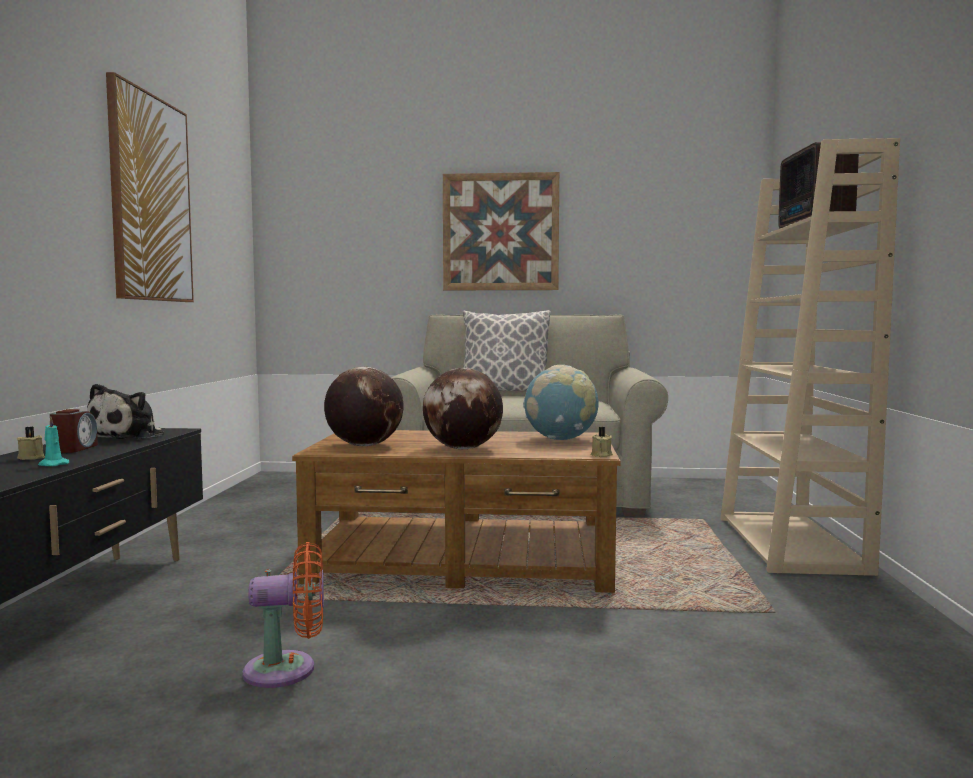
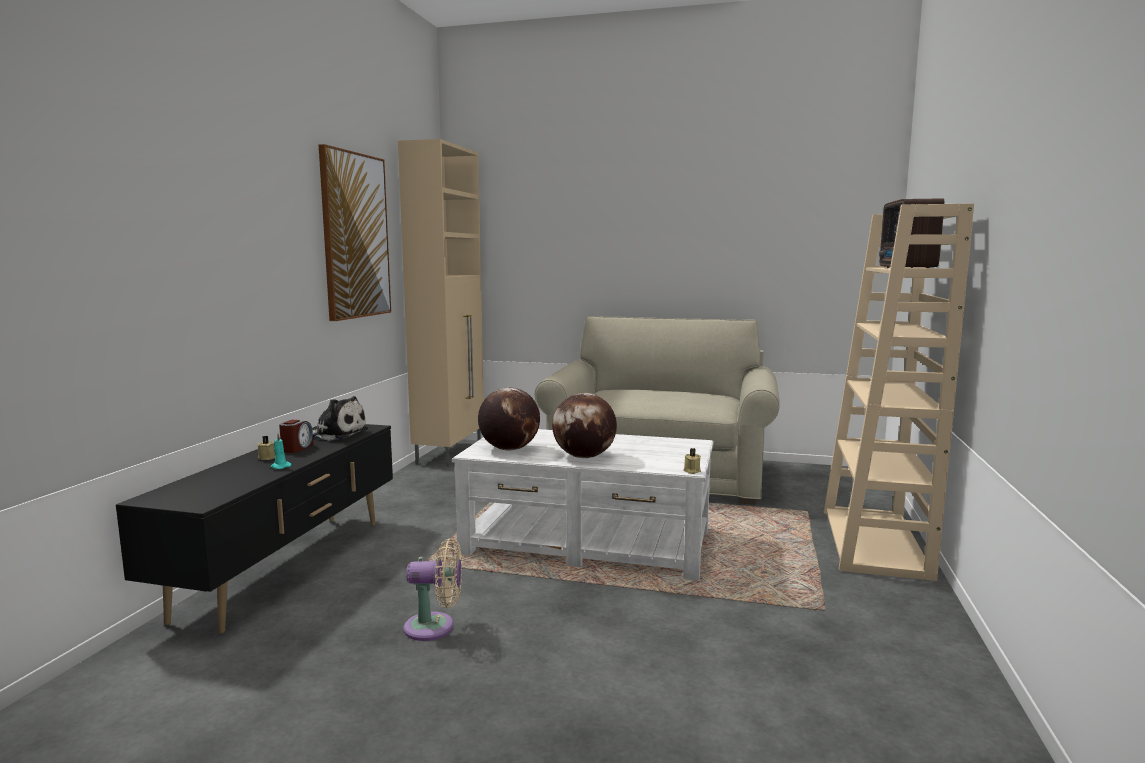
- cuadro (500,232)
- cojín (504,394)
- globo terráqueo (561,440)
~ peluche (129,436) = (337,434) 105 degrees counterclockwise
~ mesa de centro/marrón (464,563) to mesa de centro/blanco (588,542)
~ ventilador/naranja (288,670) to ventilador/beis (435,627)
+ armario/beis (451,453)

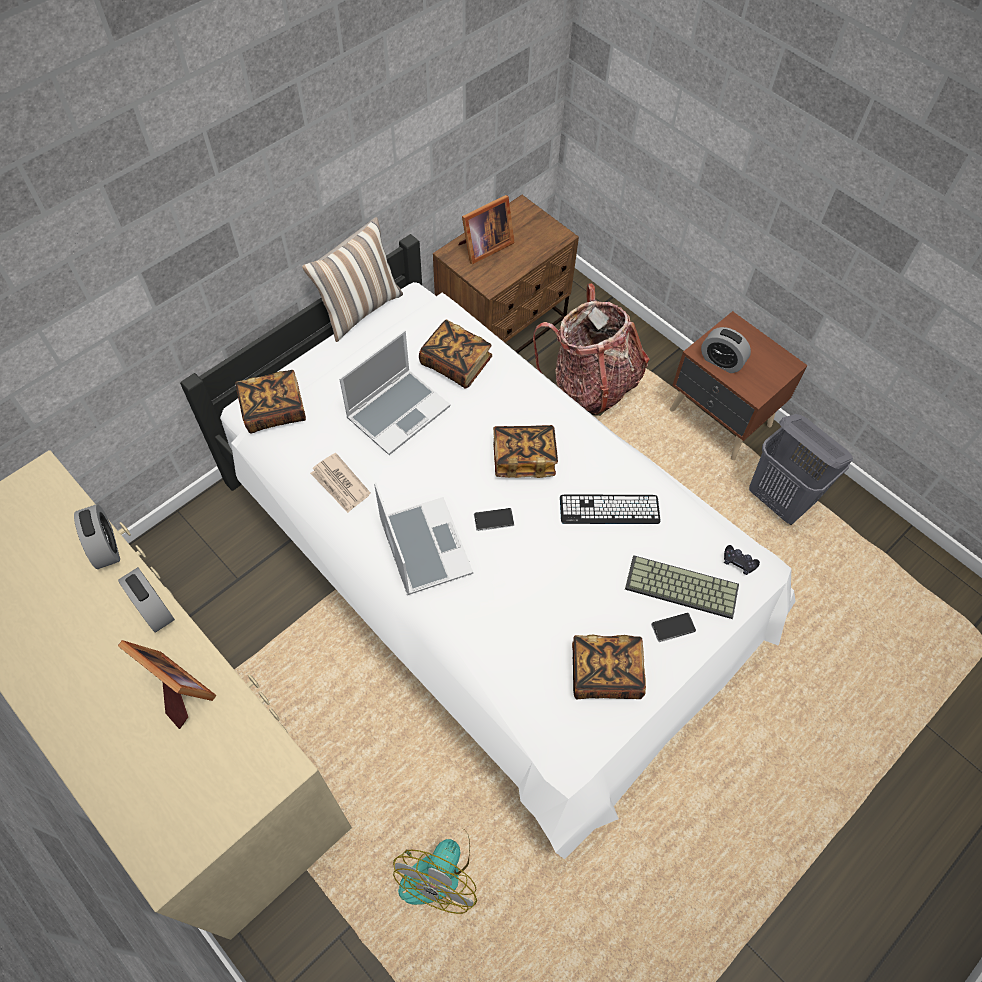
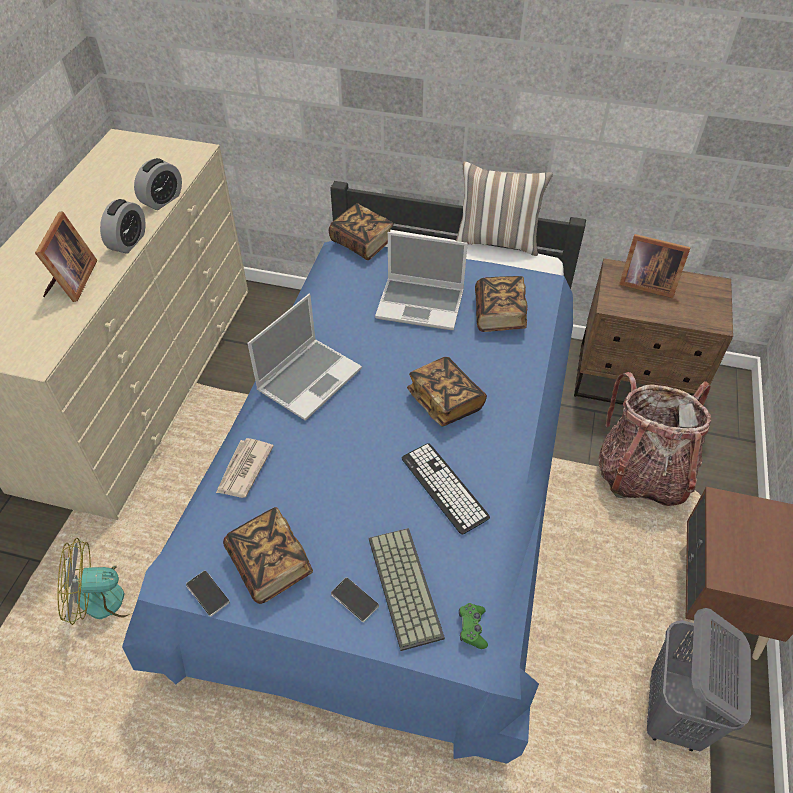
~ cama/blanco (486,567) to cama/azul (395,491)
- despertador (721,361)
~ periódico (340,484) to (243,469)
~ móvil (494,520) to (208,594)
~ mando de consola/negro (738,562) to mando de consola/verde (472,628)

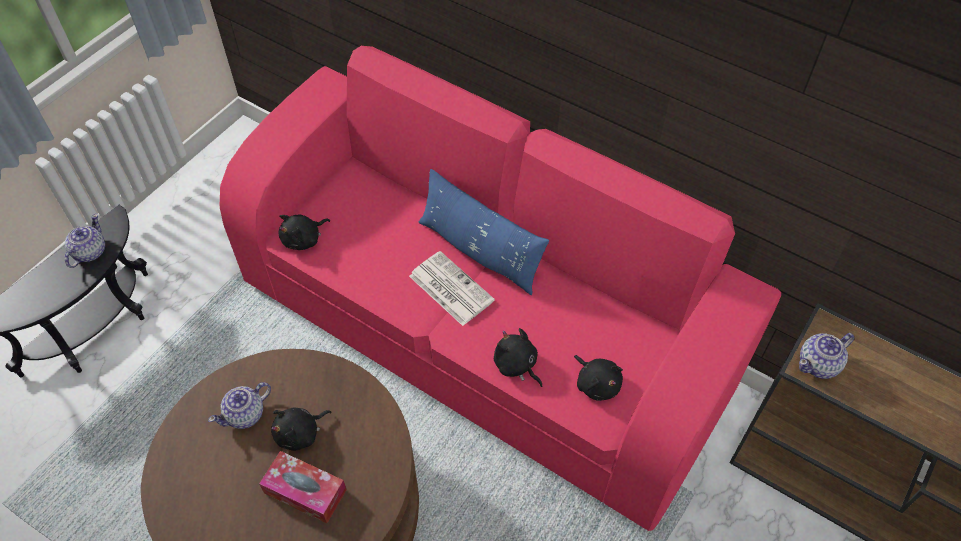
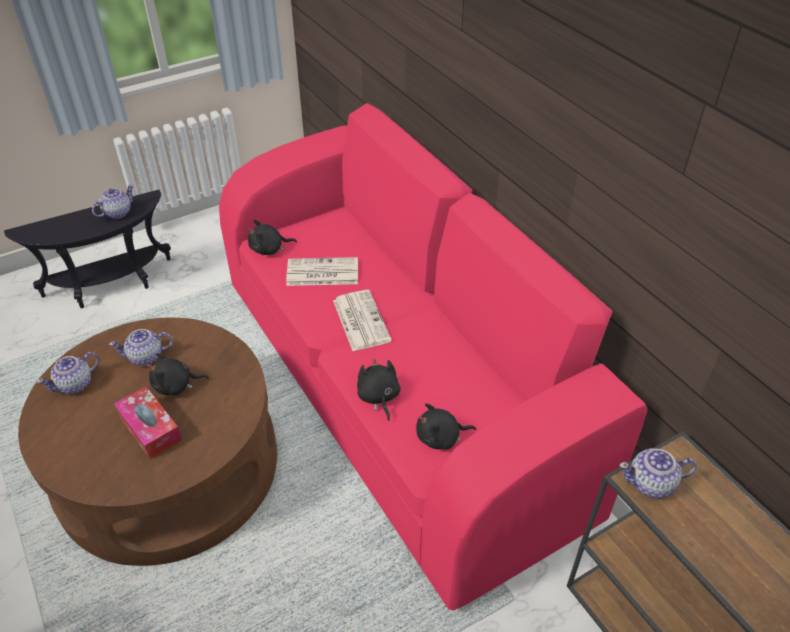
- cojín/azul (479,251)
~ peluche/negro (597,383) = (441,437) 90 degrees clockwise
+ periódico (321,273)
+ tetera (75,384)

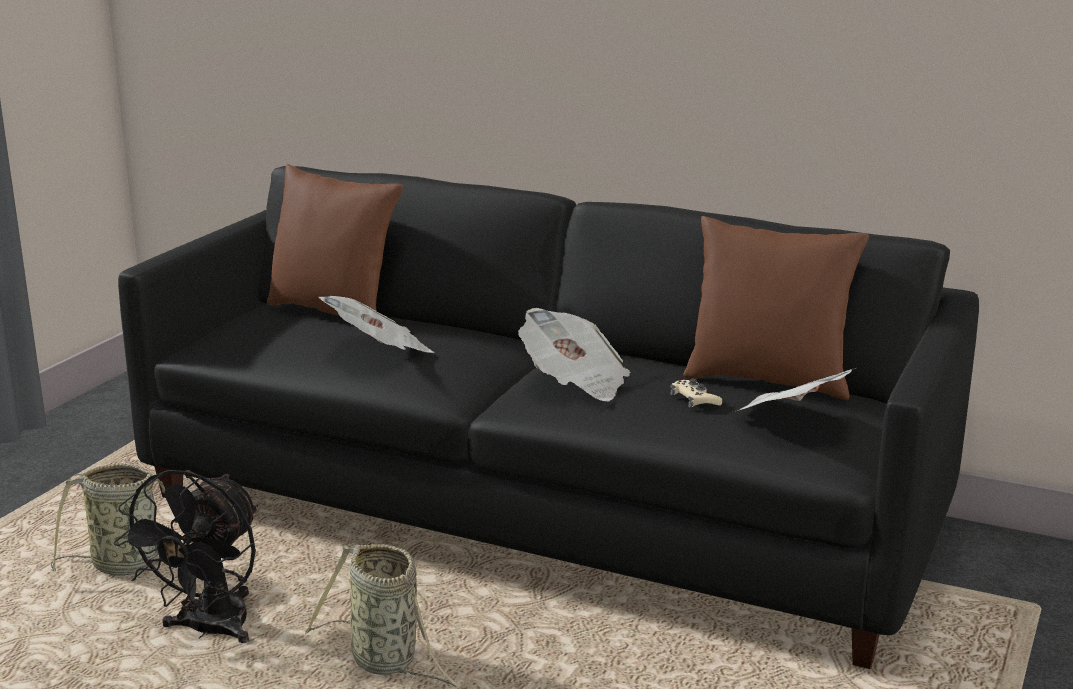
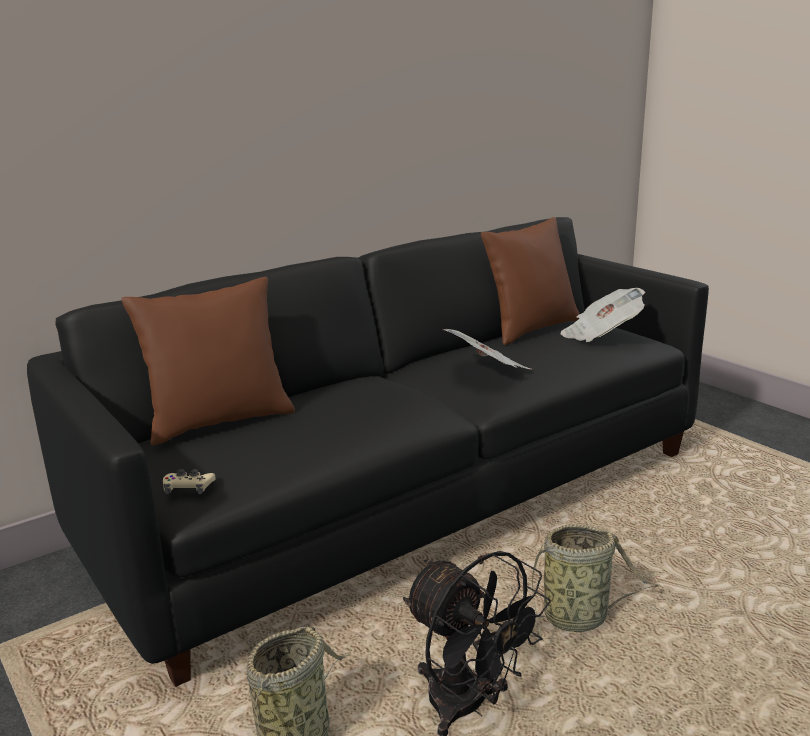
- periódico (379,352)
~ mando de consola/beis (694,399) to (188,487)

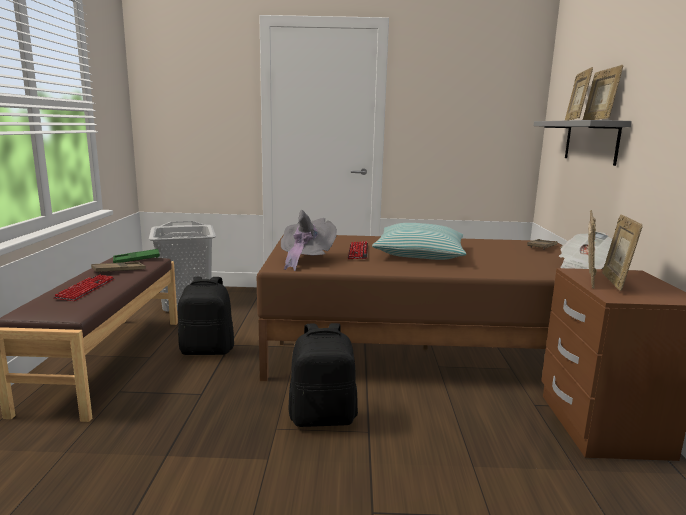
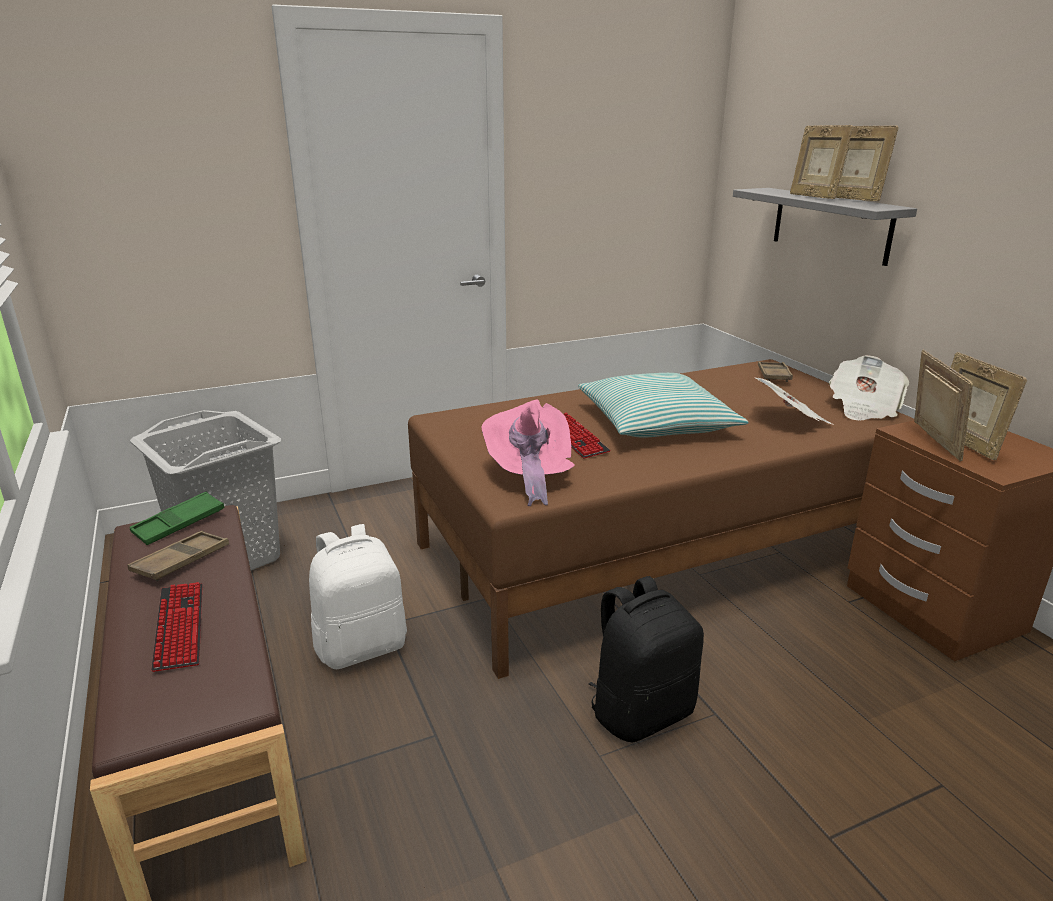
~ sombrero/gris (305,260) to sombrero/rosa (529,475)
~ mochila/negro (207,350) to mochila/blanco (362,646)
+ periódico (790,420)

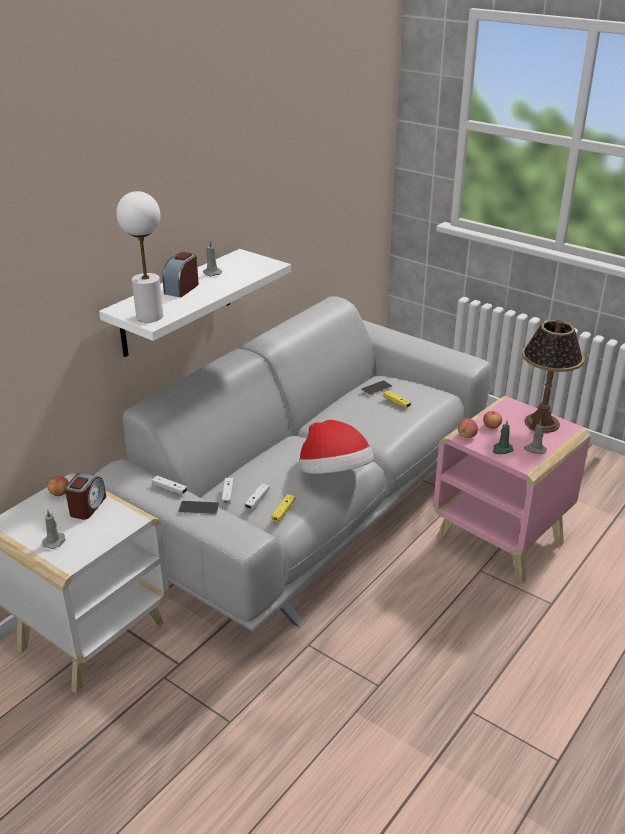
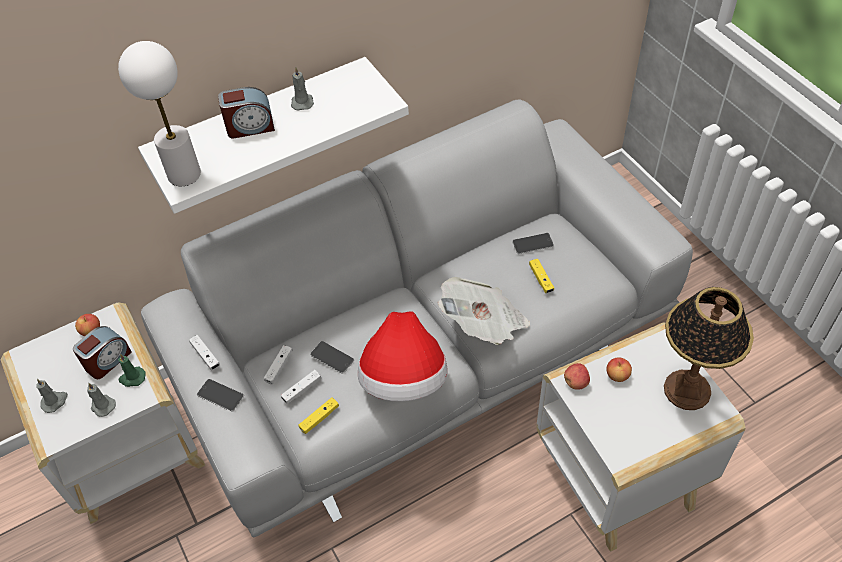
~ despertador (182,288) = (250,127) 150 degrees counterclockwise
~ mesa auxiliar/rosa (502,541) to mesa auxiliar/blanco (620,479)
~ vela/verde (502,450) to (132,378)
~ vela/gris (535,449) to (102,405)
+ periódico (484,324)
+ móvil (332,357)

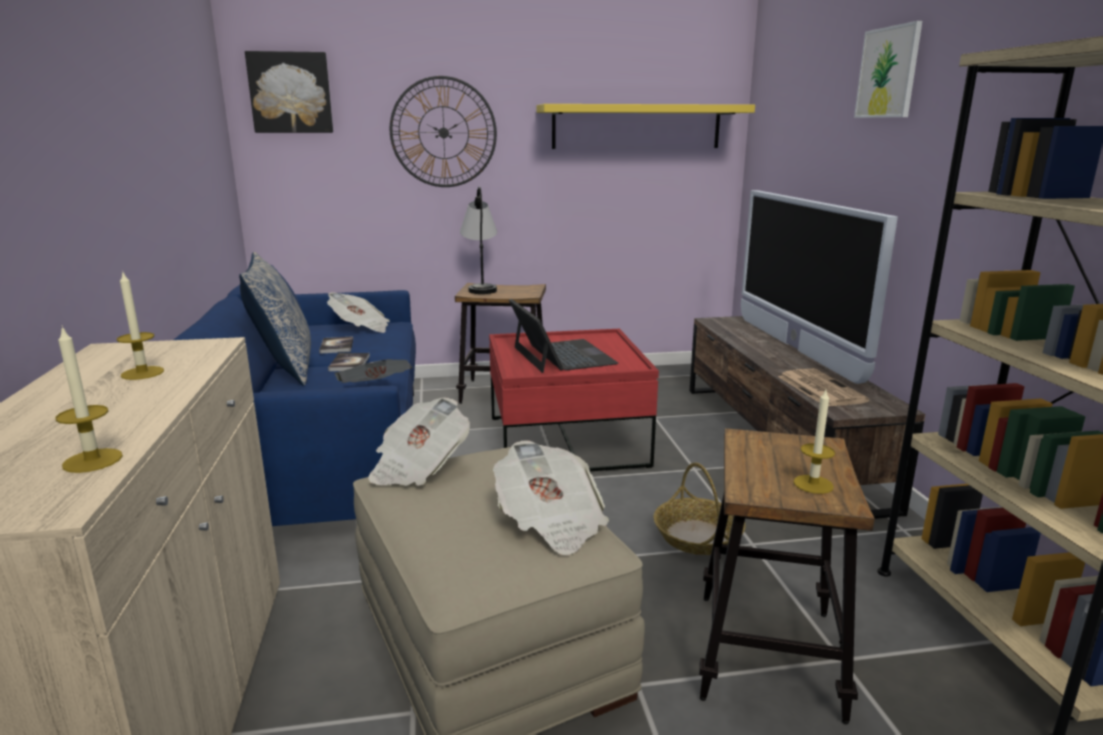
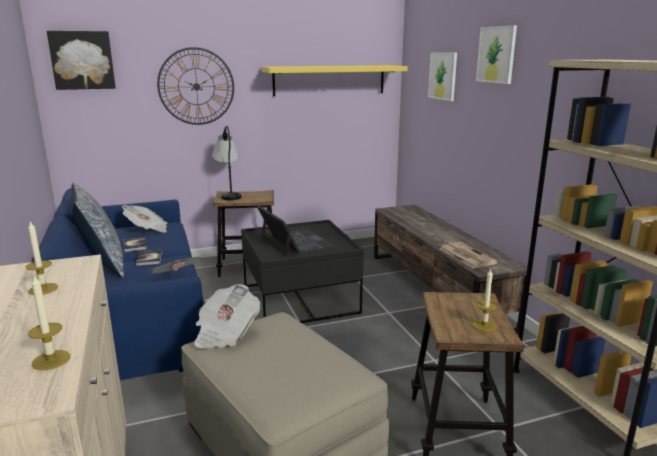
- televisor (795,348)
~ mesa de centro/rojo (566,441) to mesa de centro/negro (300,299)
- periódico (551,523)
- cesta (698,536)
+ cuadro (443,76)

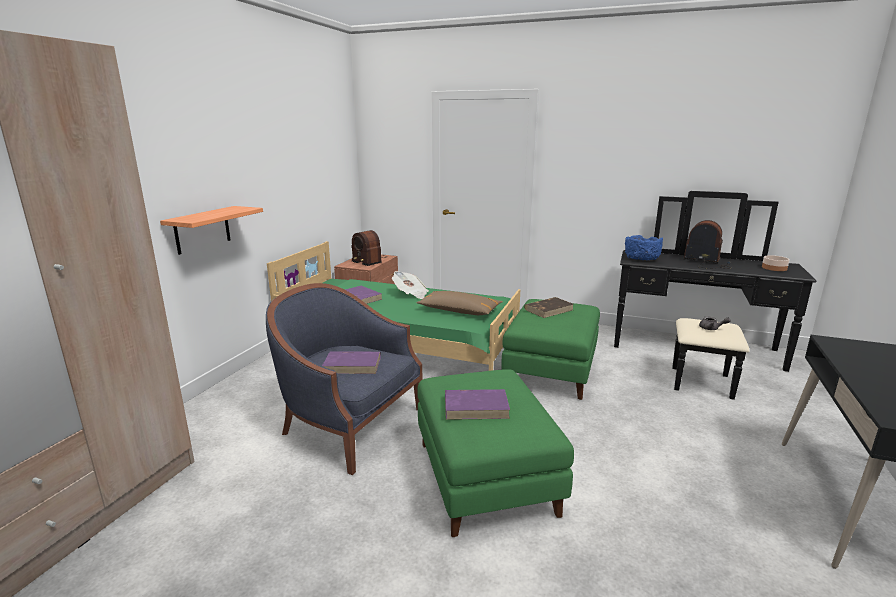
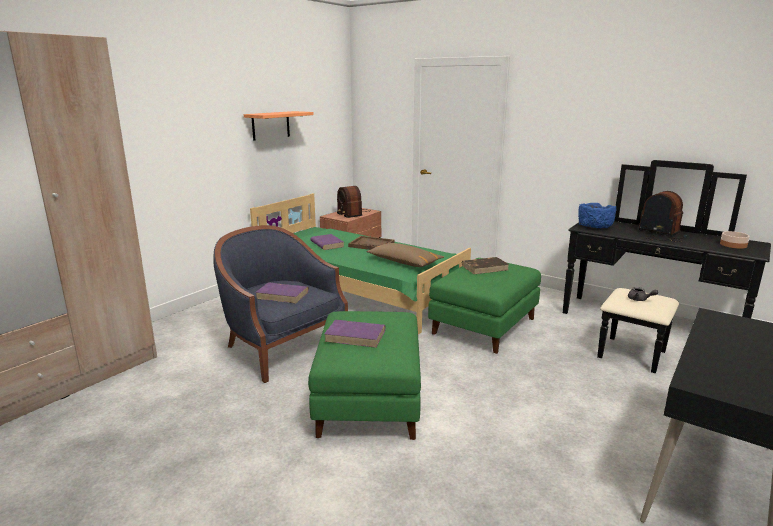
~ estante (202,229) to (270,125)
~ periódico (410,294) to bandeja/marrón (371,245)

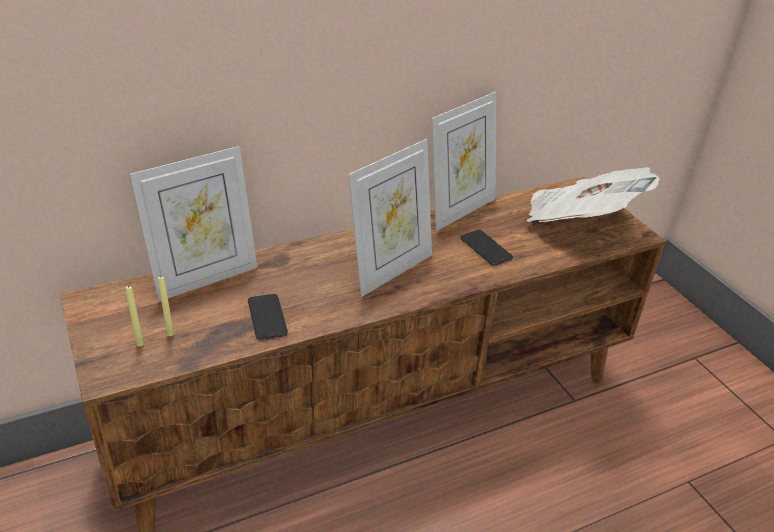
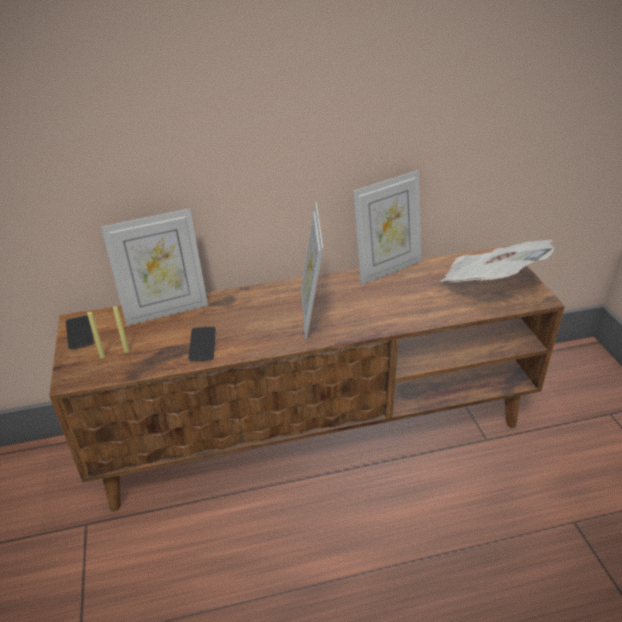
~ portarretratos (390,270) = (312,314) 120 degrees clockwise
~ móvil (486,248) to (79,333)

